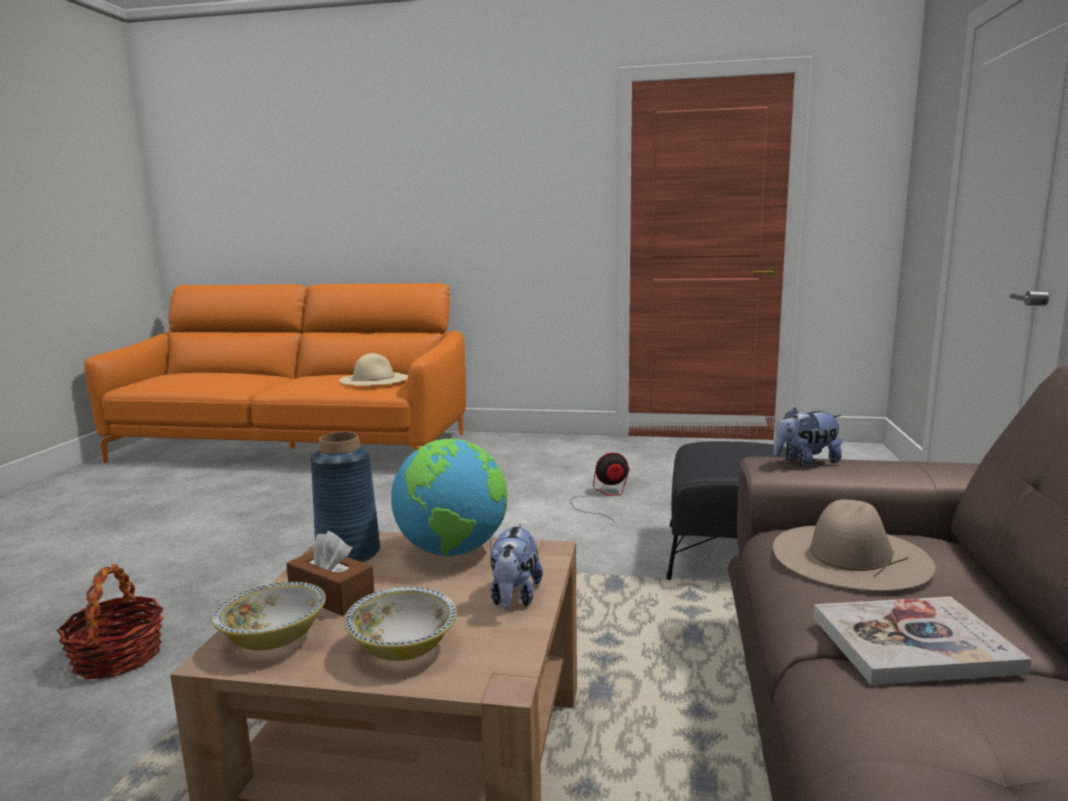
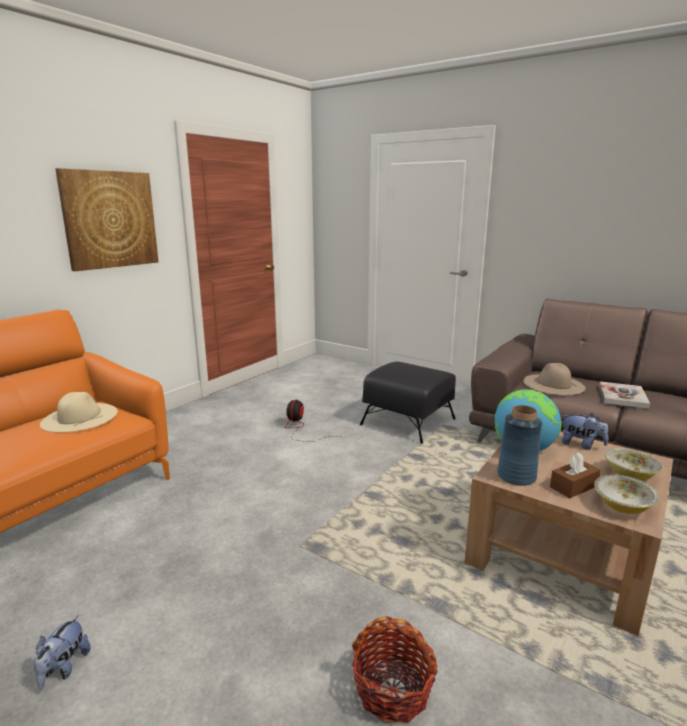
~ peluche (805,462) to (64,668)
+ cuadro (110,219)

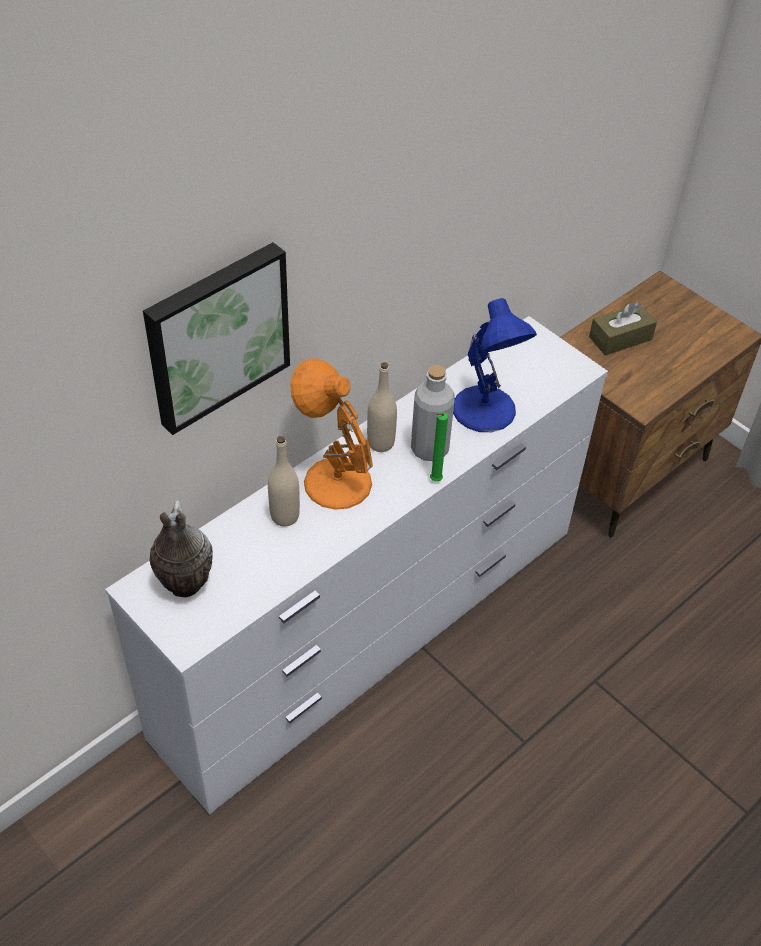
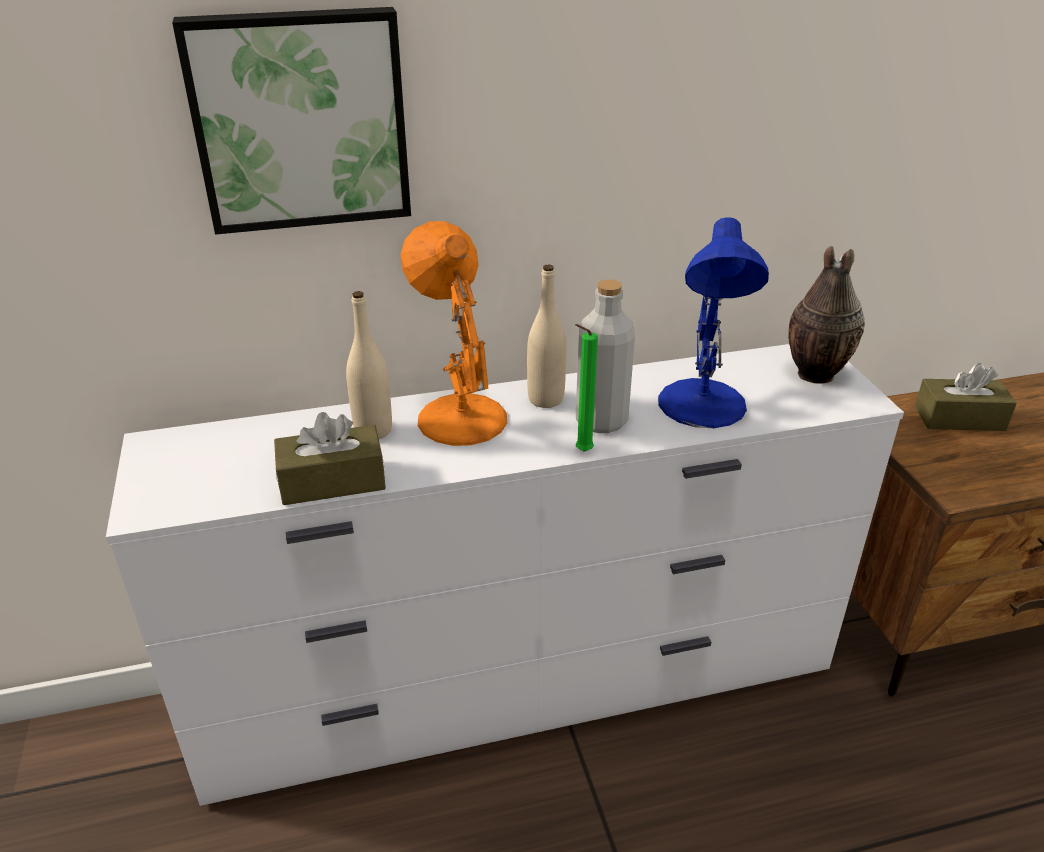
~ florero (184,586) to (813,375)
+ caja de pañuelos/marrón (332,481)

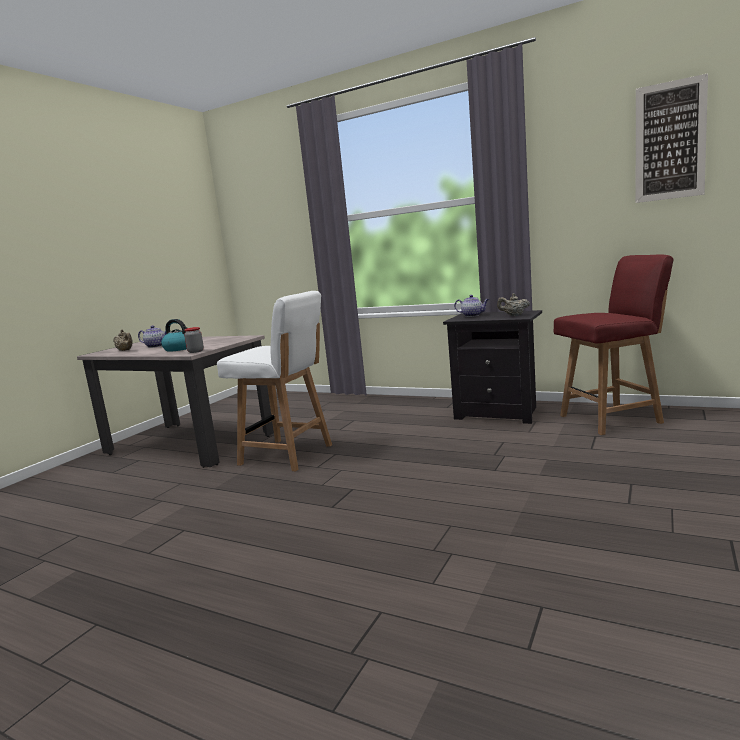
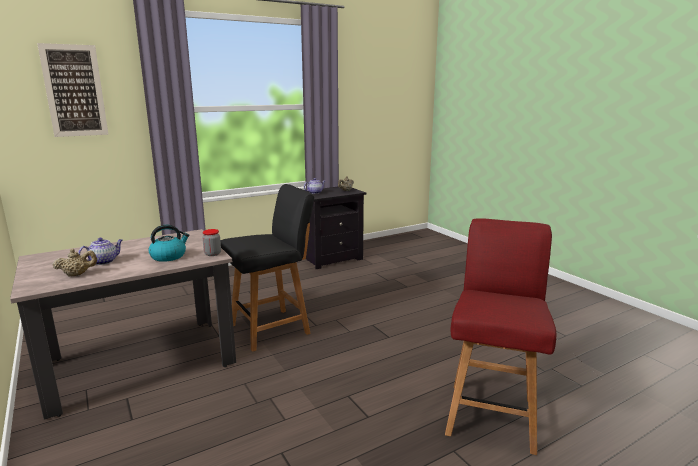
~ cuadro (670,141) to (74,91)
~ silla/rojo (612,419) to (491,414)
~ silla/blanco (288,455) to silla/negro (271,328)

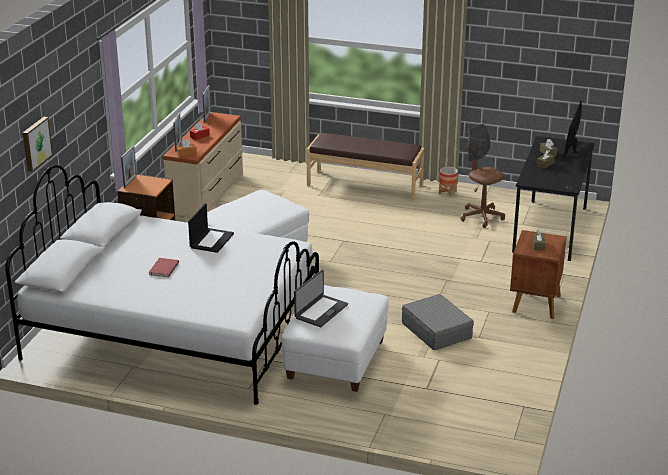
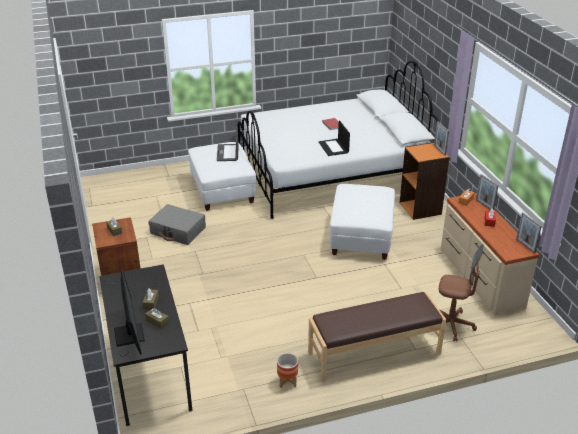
- cuadro (35,143)
~ silla de oficina/marrón (481,217) to (451,325)

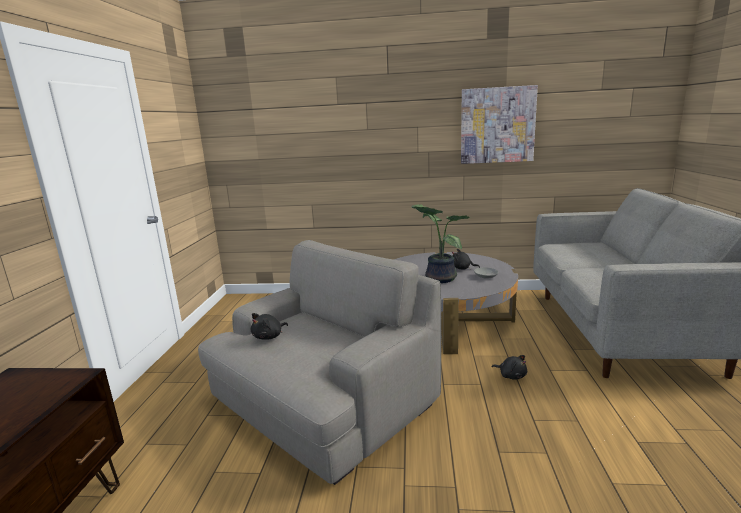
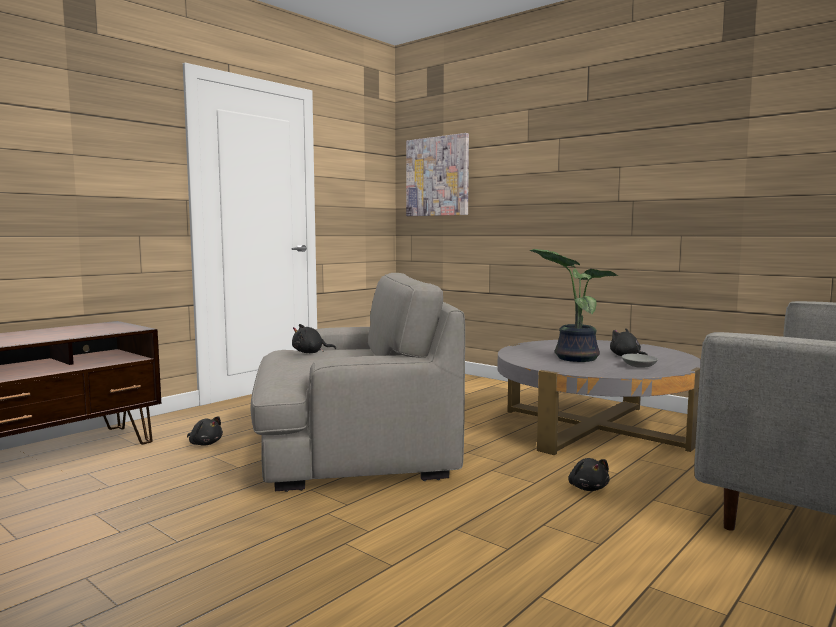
~ cuadro (497,125) to (437,176)
+ peluche/negro (205,444)

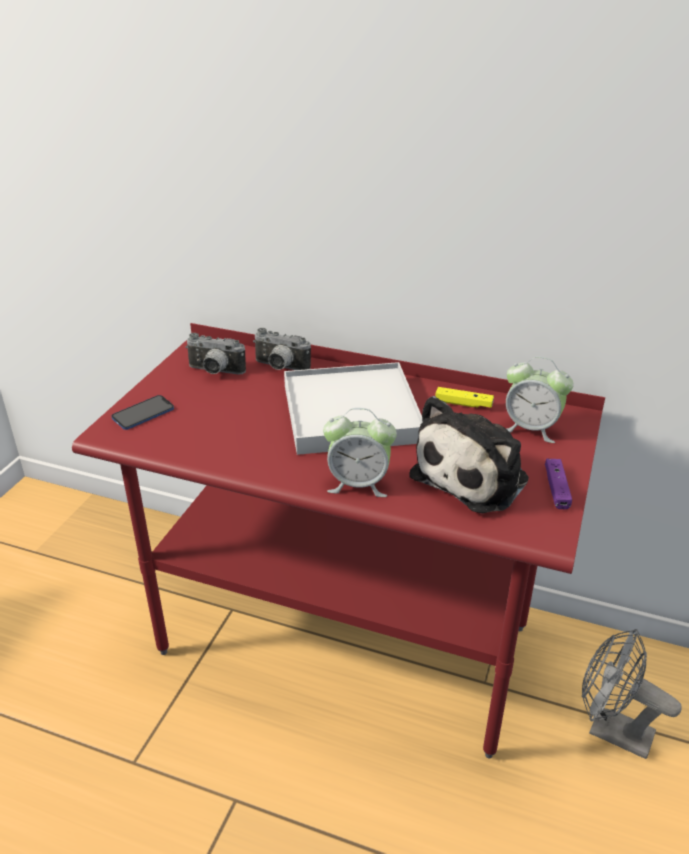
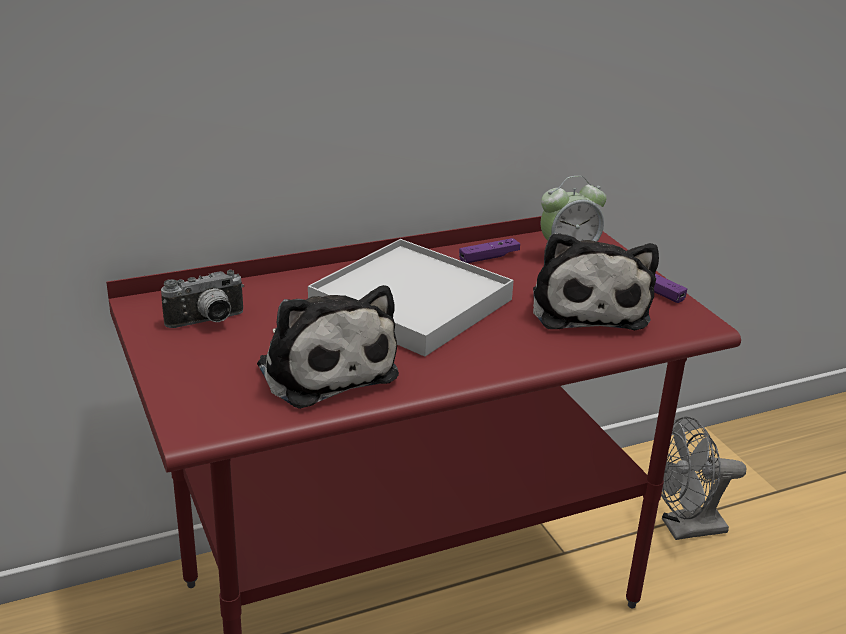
- cámara (280,368)
~ mando de consola/amarillo (463,404) to mando de consola/morado (489,257)
- móvil (143,414)
- despertador (358,484)
+ peluche (324,368)

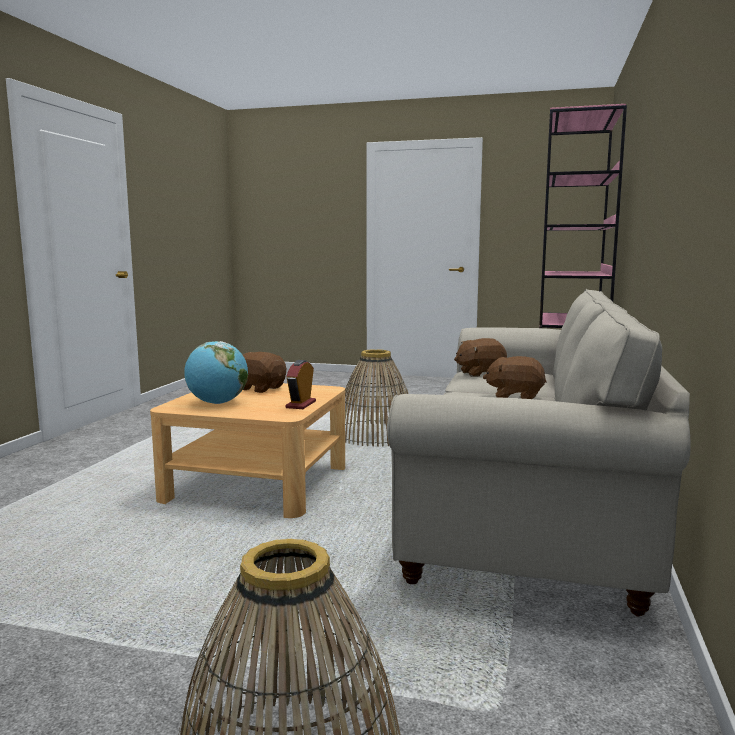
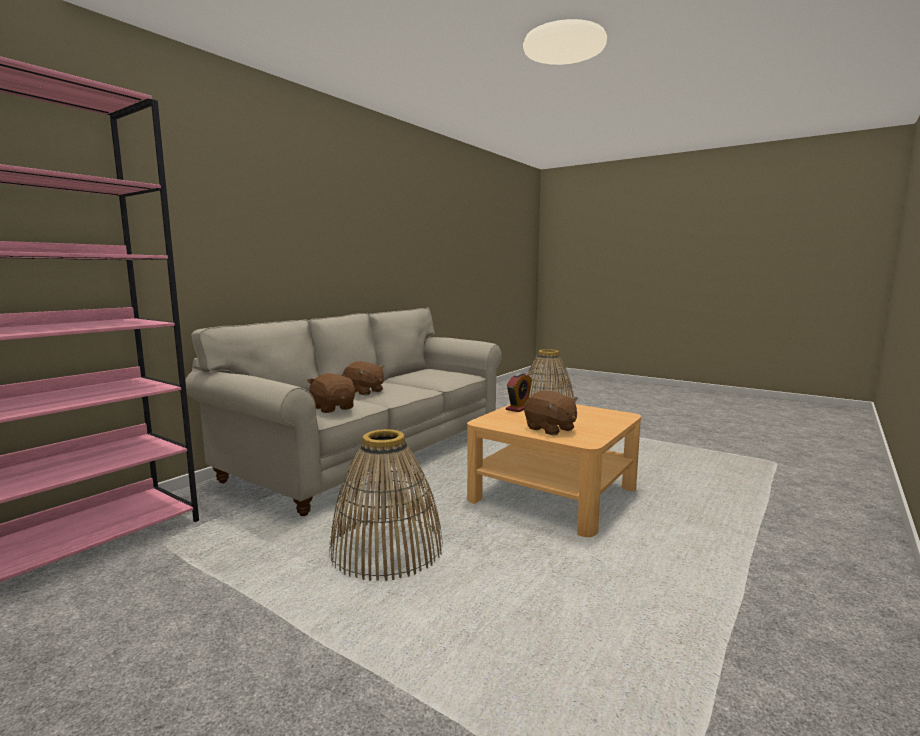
~ peluche/marrón (480,373) = (333,408) 135 degrees counterclockwise
- globo terráqueo (217,403)

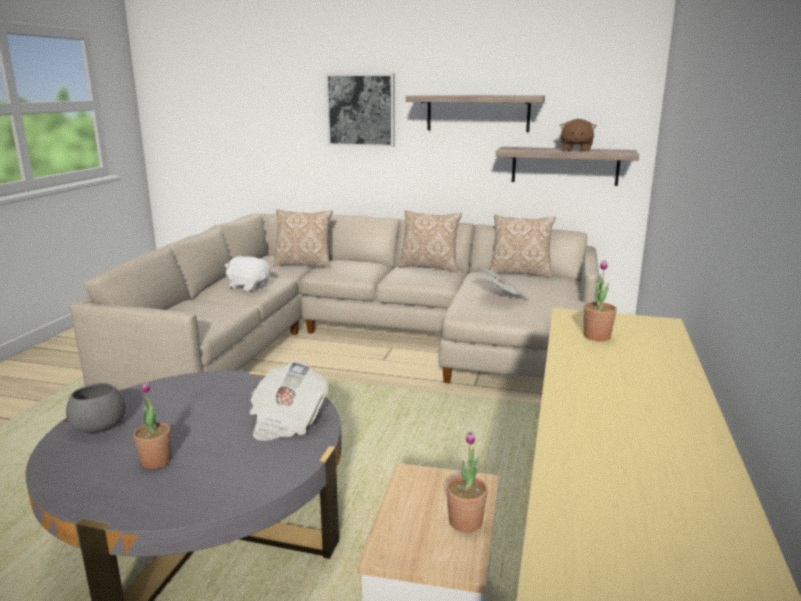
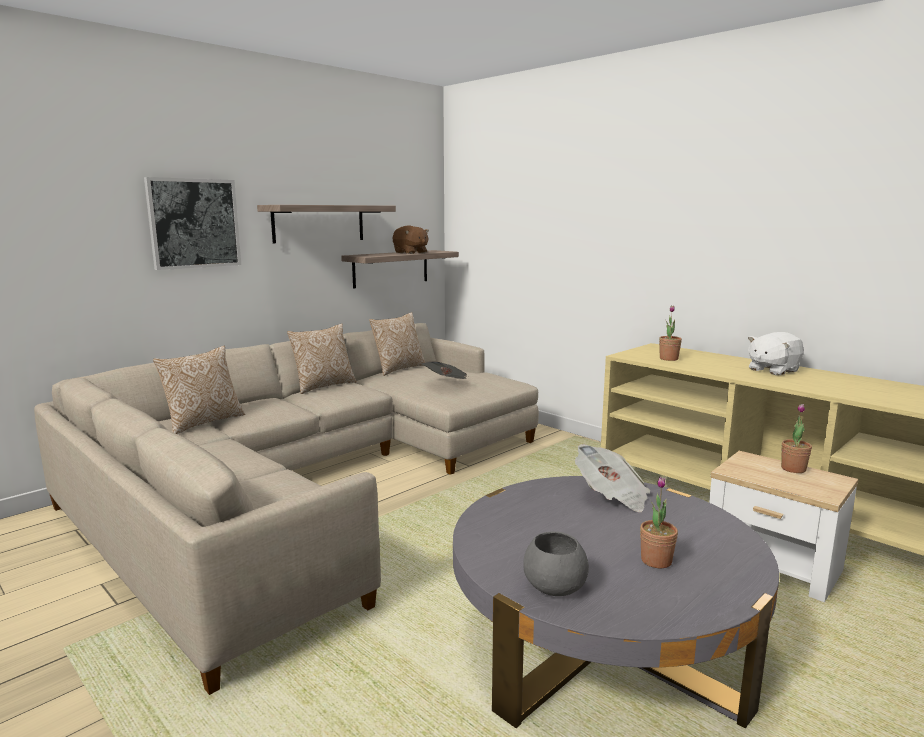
~ peluche/blanco (248,287) to (772,370)

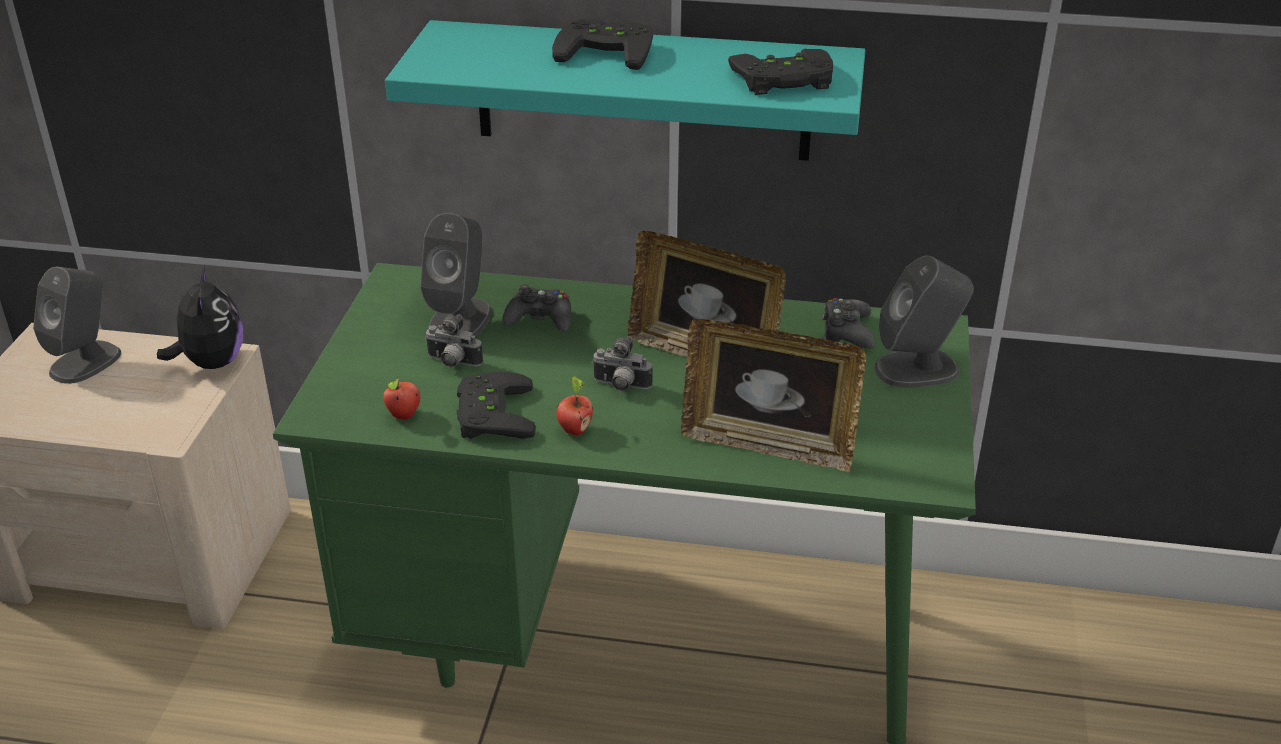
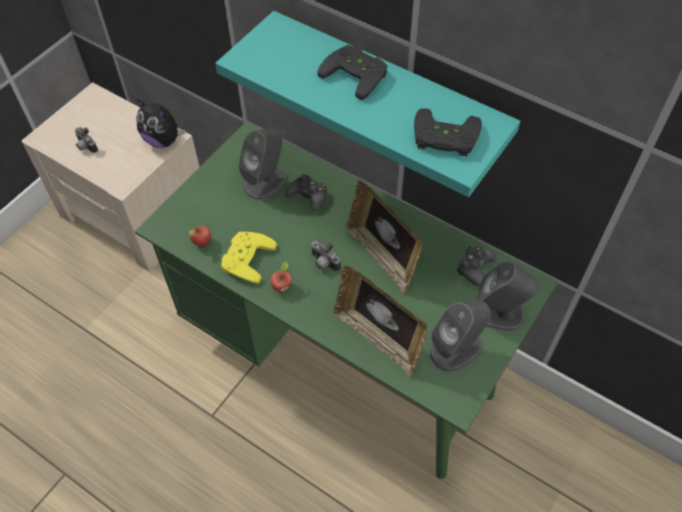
~ peluche (211,362) = (163,140) 105 degrees clockwise
~ altavoz/gris (86,362) to (456,349)
~ cámara (453,363) to (85,147)
~ mando de consola/negro (489,414) to mando de consola/amarillo (245,258)

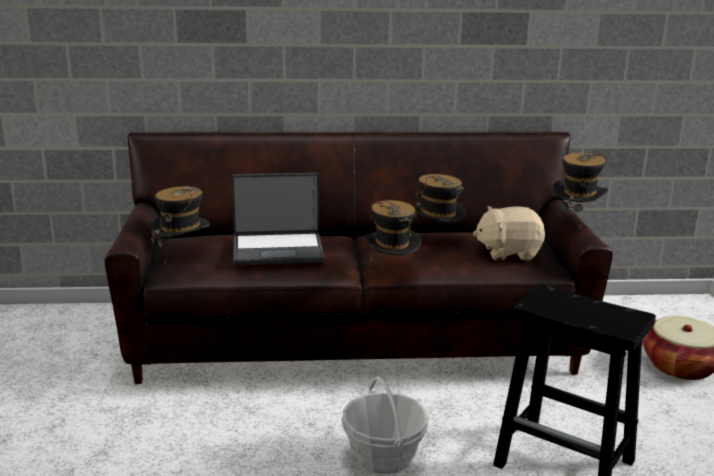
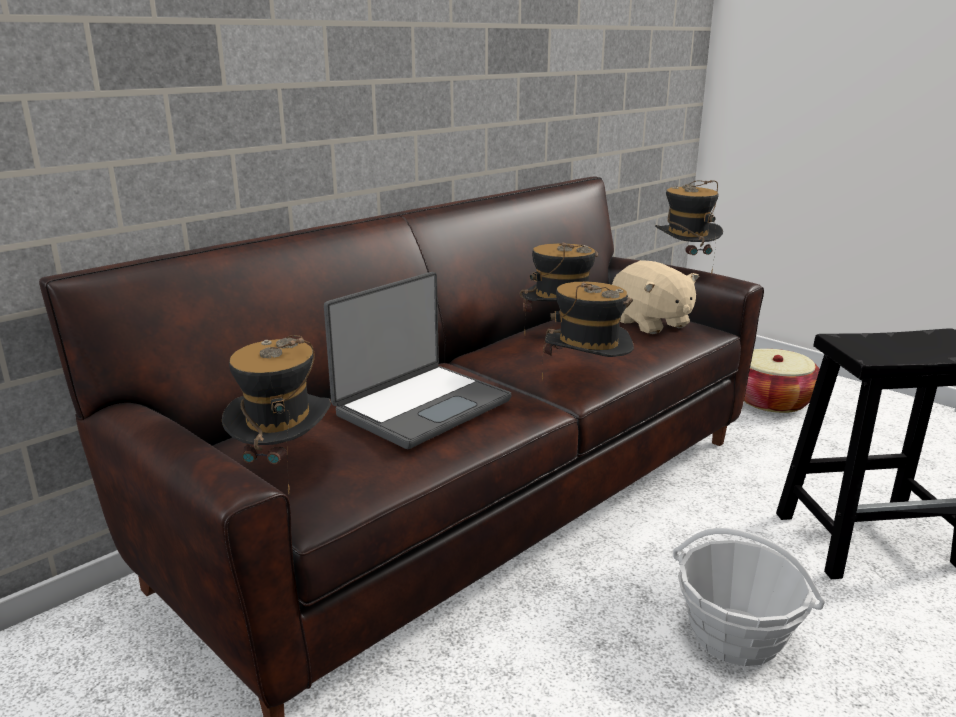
~ peluche/beis (508,252) = (650,323) 75 degrees counterclockwise

